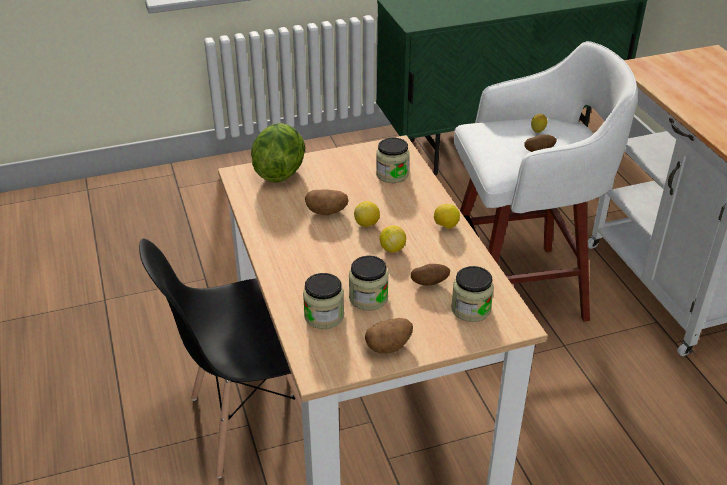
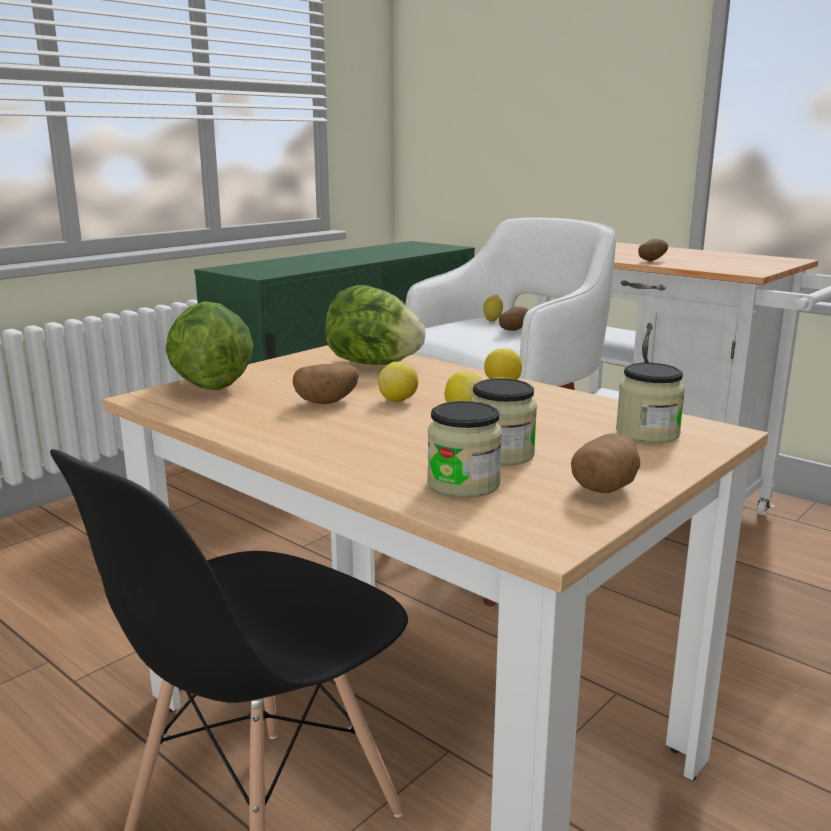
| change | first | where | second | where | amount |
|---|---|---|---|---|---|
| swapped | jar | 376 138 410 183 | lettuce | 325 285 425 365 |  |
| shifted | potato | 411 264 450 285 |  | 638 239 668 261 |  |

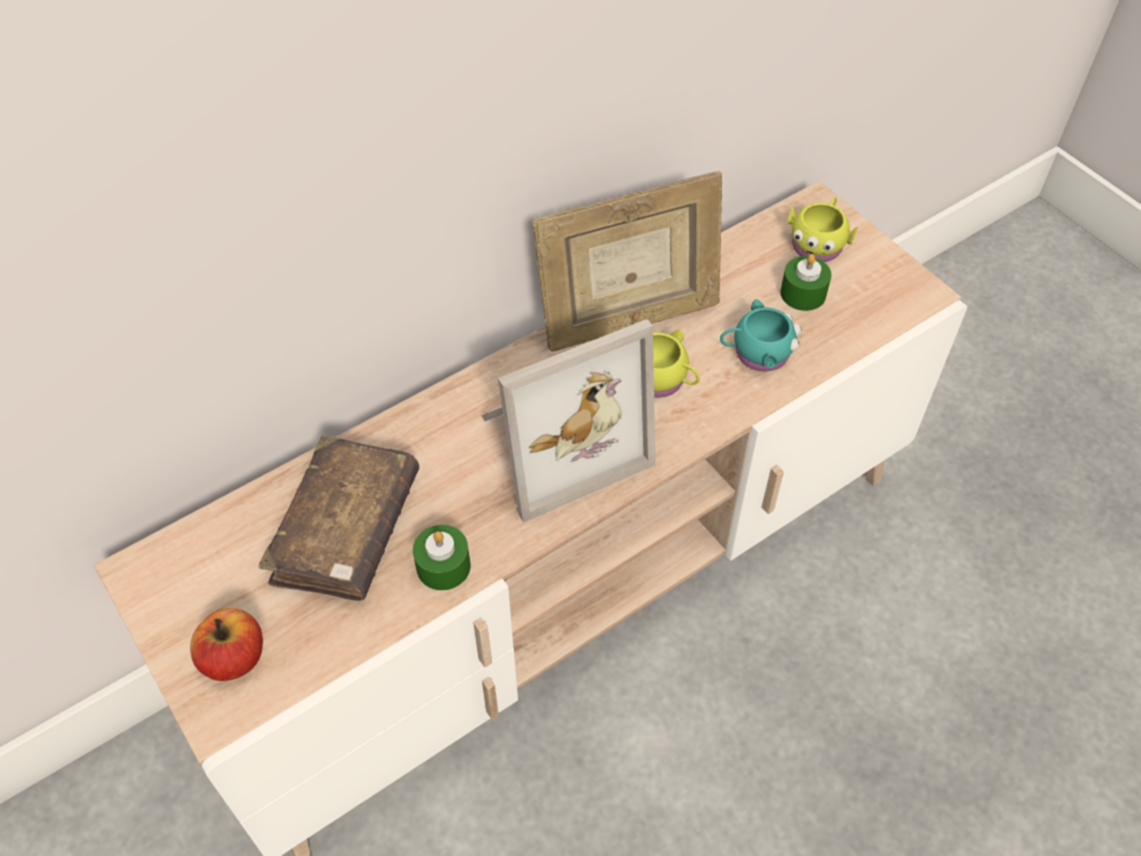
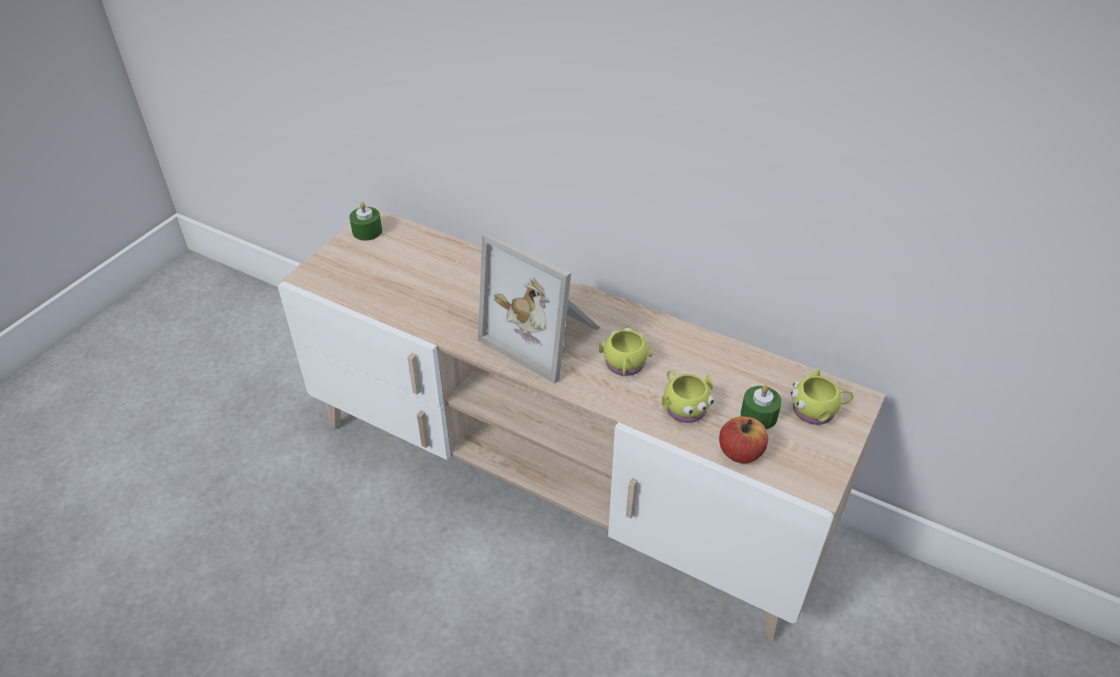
| change | first | where | second | where | amount |
|---|---|---|---|---|---|
| gone | picture frame | 532 171 722 352 |  |  |  |
| repainted | mug (turquoise) | 720 299 802 372 | mug (yellow) | 661 369 714 423 |  |
| gone | book (brown) | 259 435 419 601 |  |  |  |
| shifted | candle (green) | 413 525 471 590 |  | 349 202 382 241 |  |
| shifted | apple | 190 608 263 681 |  | 719 416 768 464 |  |

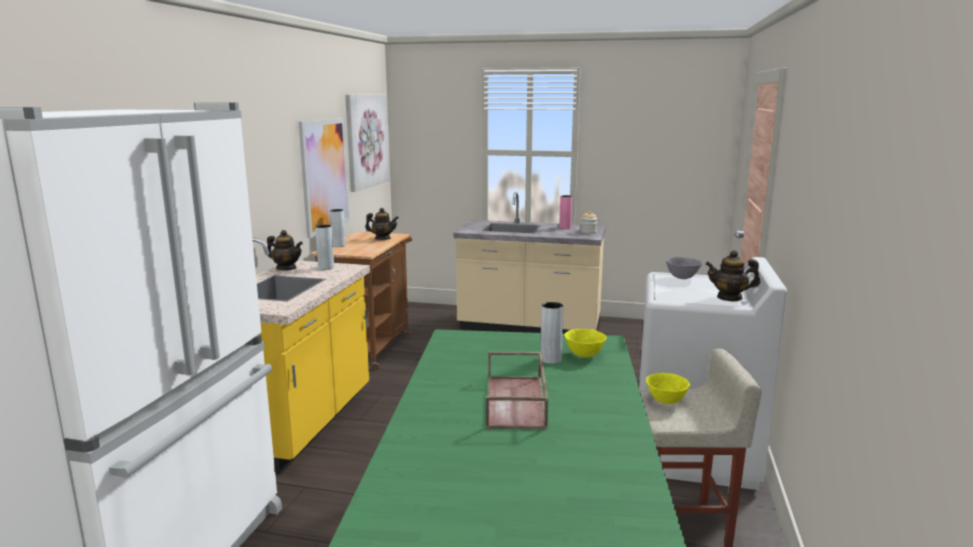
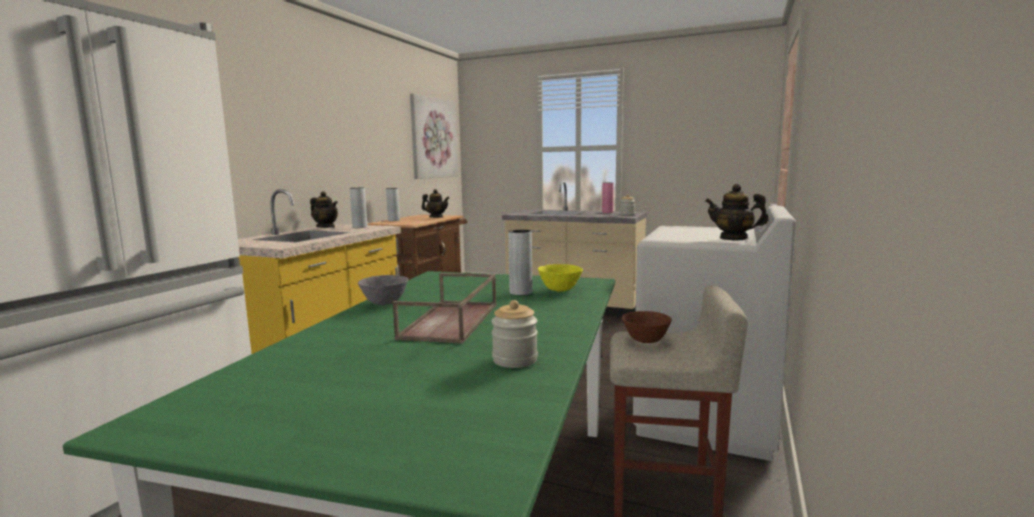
| change | first | where | second | where | amount |
|---|---|---|---|---|---|
| gone | picture | 298 118 350 238 |  |  |  |
| shifted | bowl (grey) | 666 257 703 279 |  | 358 275 408 305 |  |
| repainted | bowl (yellow) | 646 373 690 404 | bowl (brown) | 622 311 672 343 |  |
| new |  |  | jar | 491 300 538 368 |  |

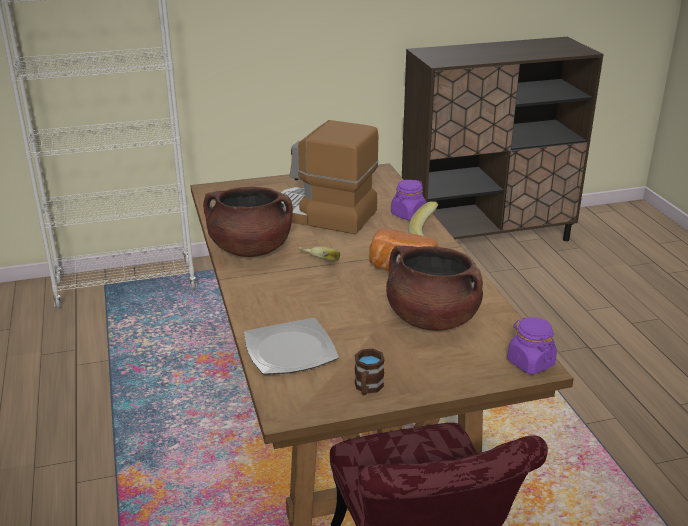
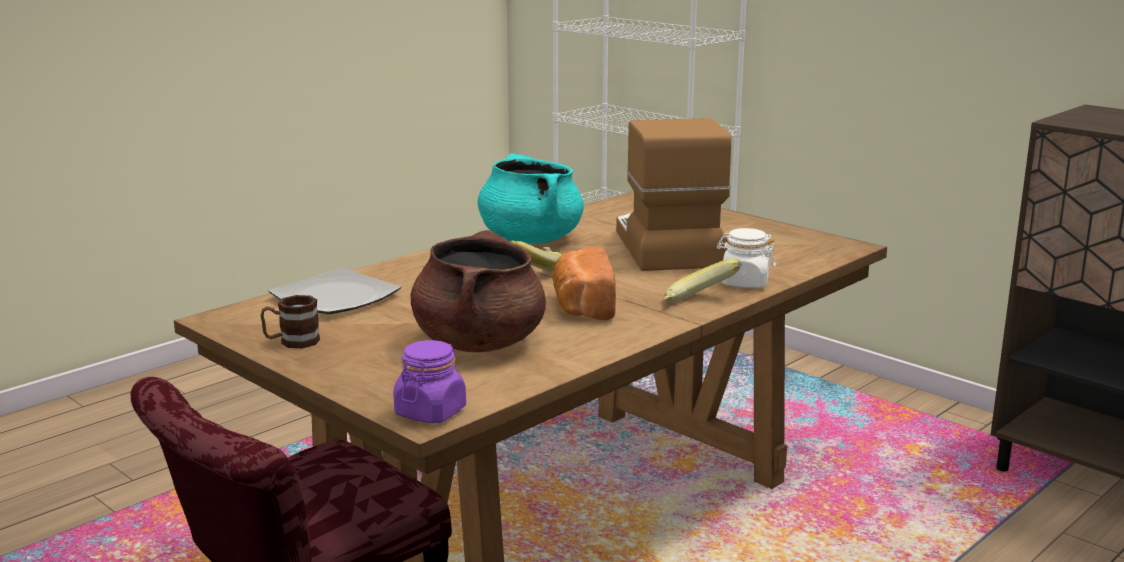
| change | first | where | second | where | amount |
|---|---|---|---|---|---|
| repainted | jar (purple) | 391 180 426 220 | jar (white) | 717 228 775 288 |  |
| repainted | cooking pot (brown) | 203 187 293 257 | cooking pot (turquoise) | 478 153 584 244 |  |

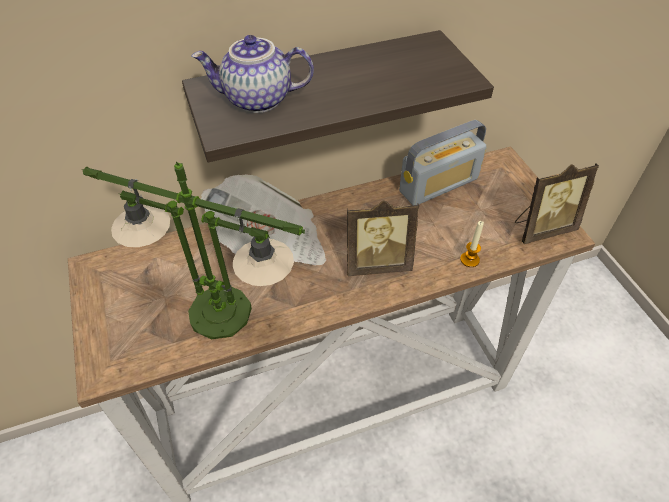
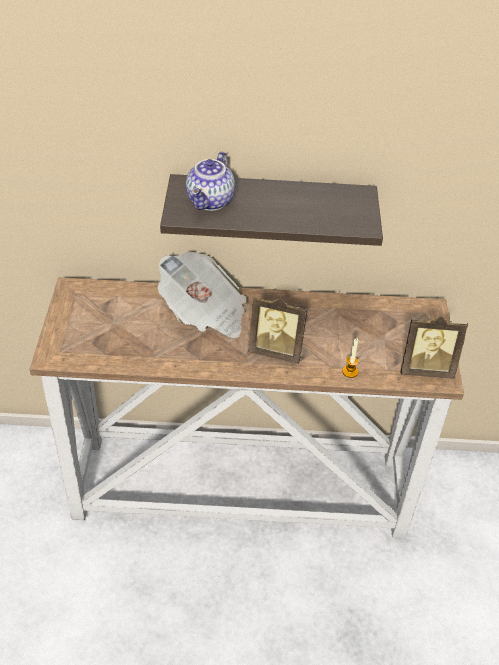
| change | first | where | second | where | amount |
|---|---|---|---|---|---|
| rotated | teapot | 191 35 314 113 |  | 186 151 235 211 | 90 degrees counterclockwise |
| gone | radio | 399 120 487 205 |  |  |  |
| gone | table lamp | 82 162 305 339 |  |  |  |

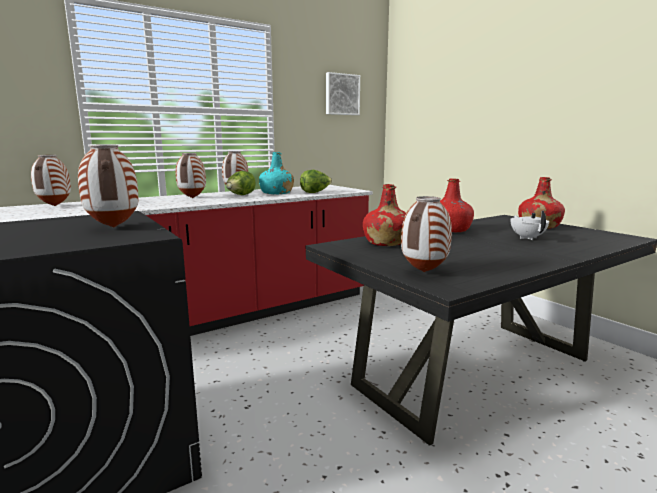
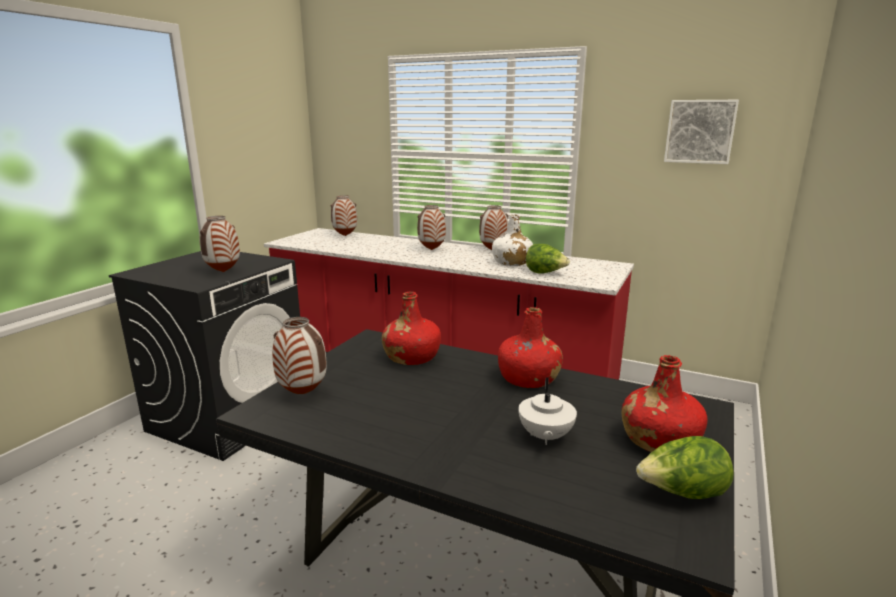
| change | first | where | second | where | amount |
|---|---|---|---|---|---|
| repainted | bottle (turquoise) | 259 152 294 194 | bottle (white) | 492 215 533 266 |  |
| shifted | lettuce | 226 171 256 195 |  | 636 436 734 499 |  |
| rotated | teapot (white) | 511 211 549 240 |  | 518 378 577 445 | 135 degrees clockwise |

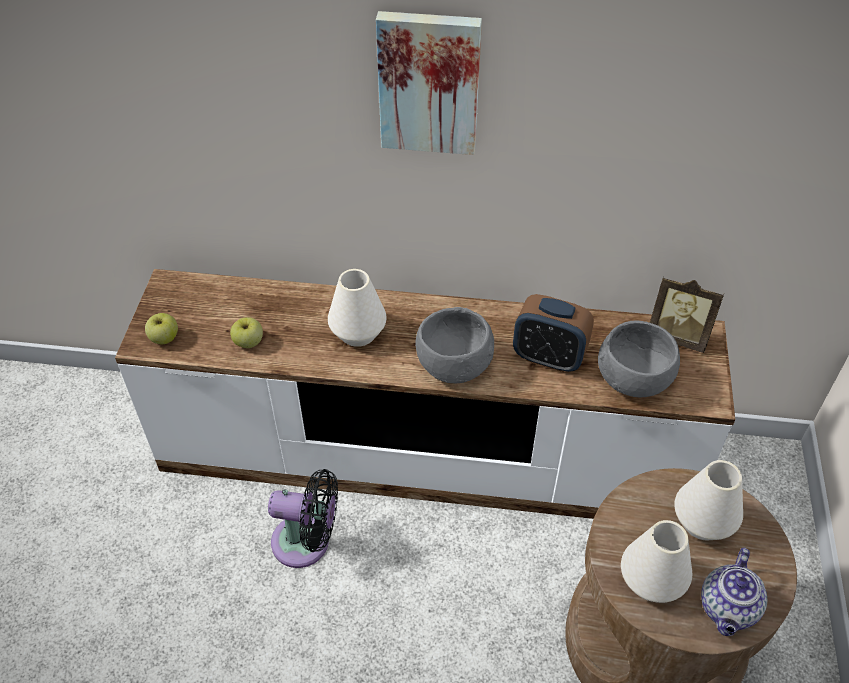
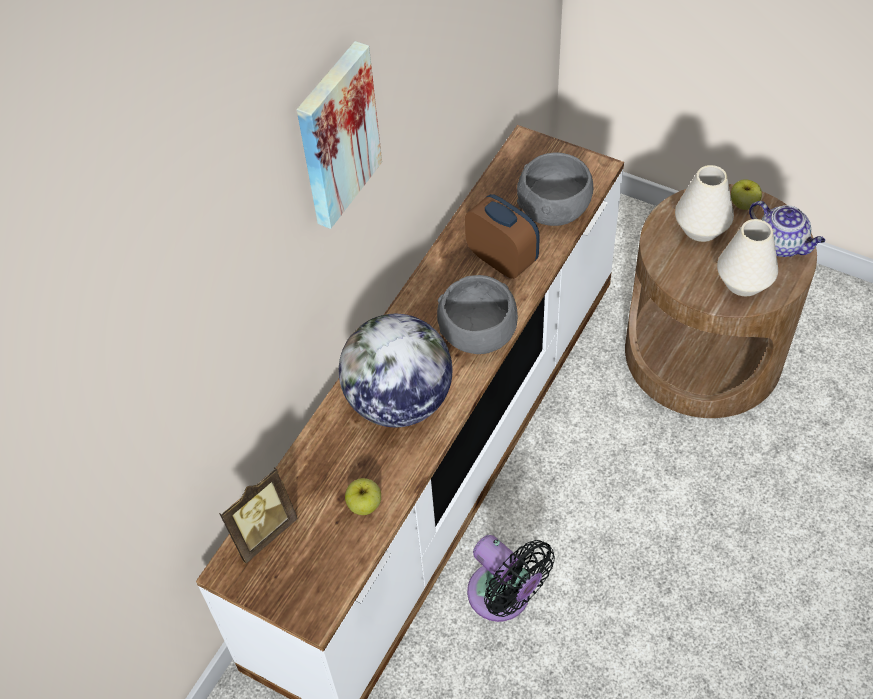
| change | first | where | second | where | amount |
|---|---|---|---|---|---|
| swapped | vase (white) | 328 269 387 347 | globe | 339 314 452 427 |  |
| shifted | picture frame | 650 276 724 353 |  | 219 467 298 564 |  |
| rotated | alarm clock | 513 294 594 372 |  | 465 194 540 279 | 90 degrees counterclockwise |
| shifted | apple | 145 313 178 344 |  | 731 179 762 210 |  |
| rotated | fan (black) | 268 469 338 568 |  | 467 535 555 622 | 105 degrees clockwise |

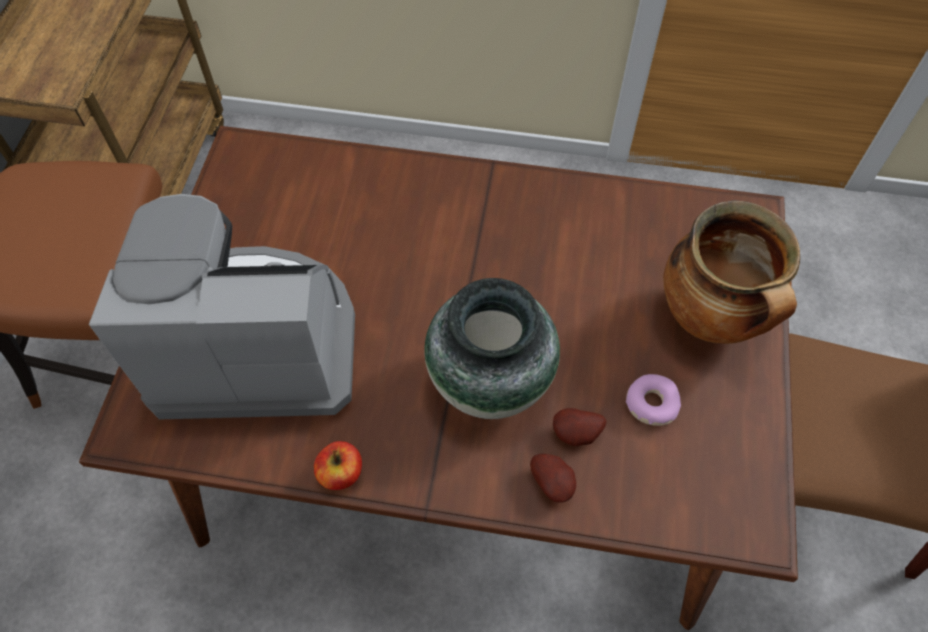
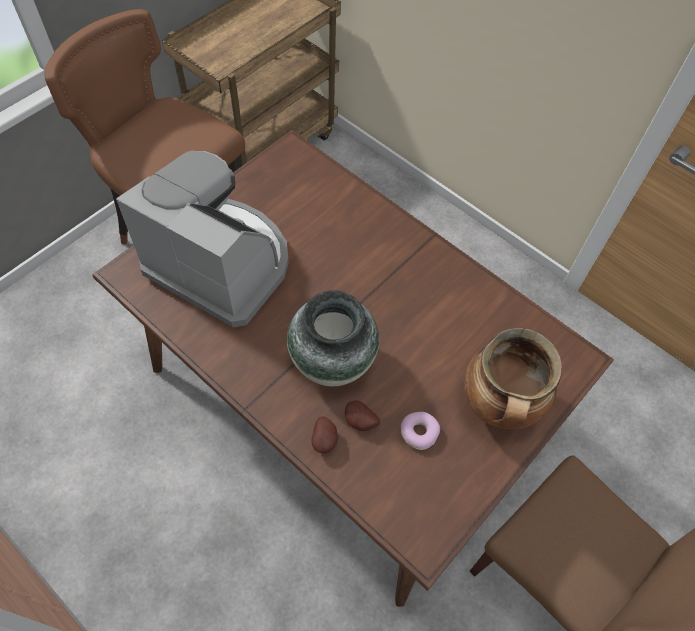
| change | first | where | second | where | amount |
|---|---|---|---|---|---|
| gone | apple | 314 441 362 490 |  |  |  |

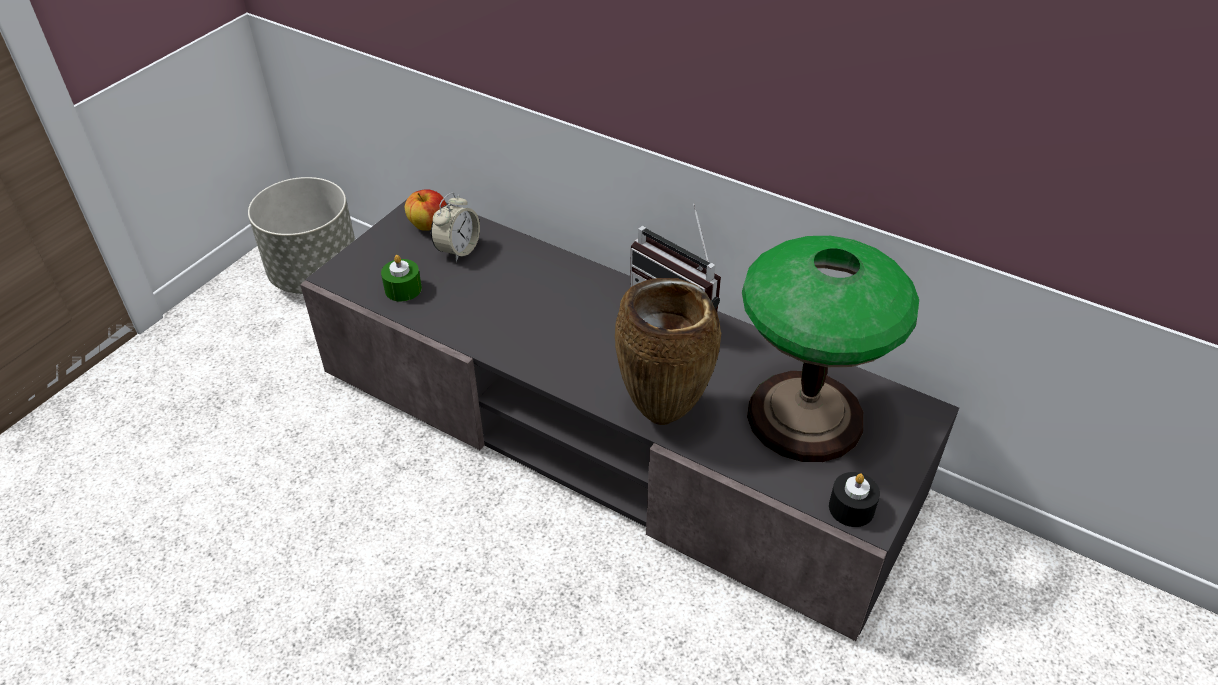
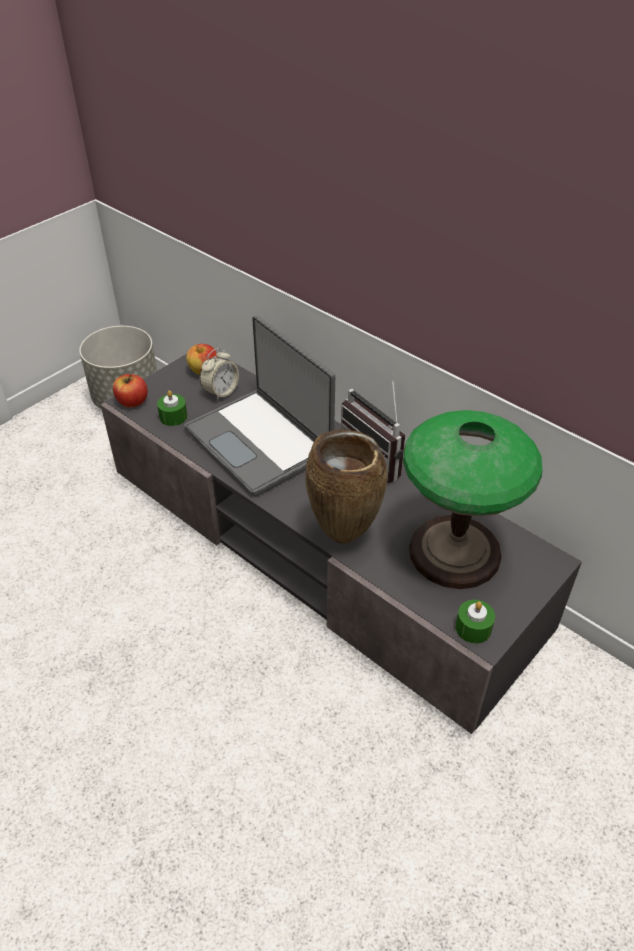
| change | first | where | second | where | amount |
|---|---|---|---|---|---|
| repainted | candle (black) | 829 472 880 527 | candle (green) | 456 600 495 644 |  |
| new |  |  | laptop | 184 315 335 497 |  |
| new |  |  | apple | 113 374 148 407 |  |

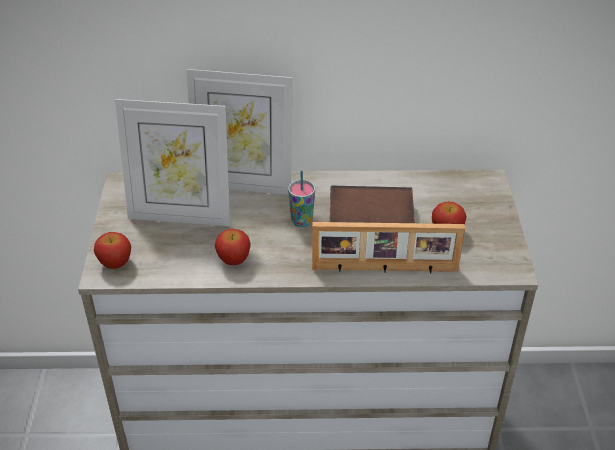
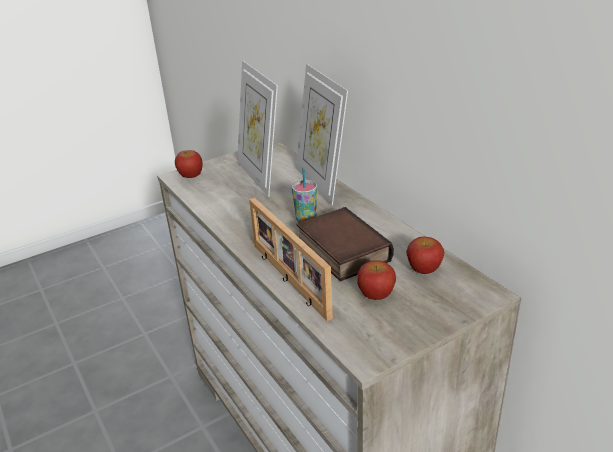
| change | first | where | second | where | amount |
|---|---|---|---|---|---|
| shifted | apple | 215 229 251 265 |  | 406 237 444 274 |  |

